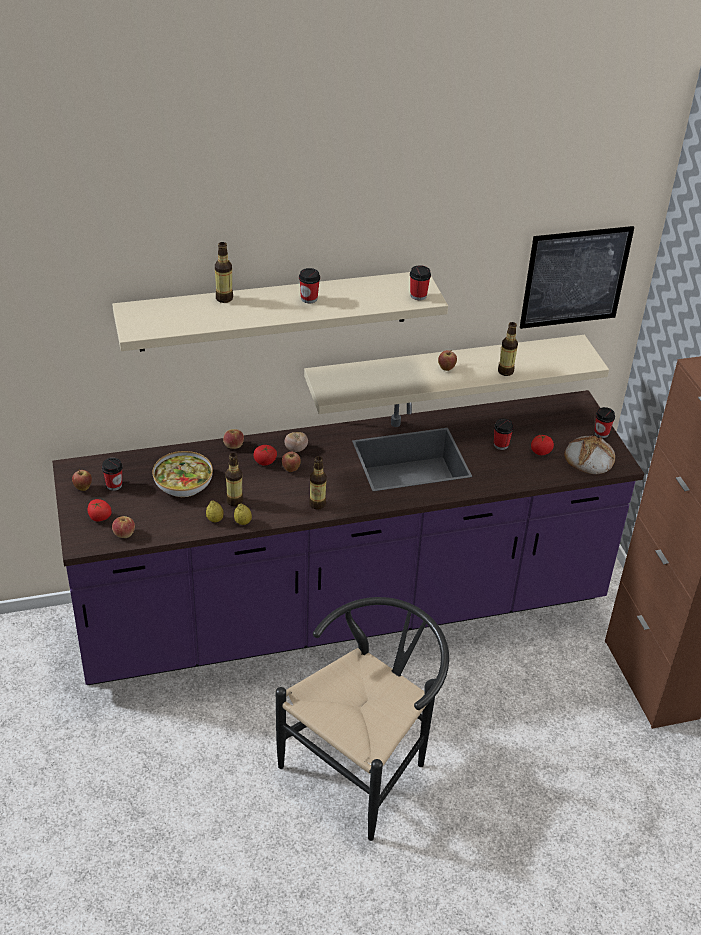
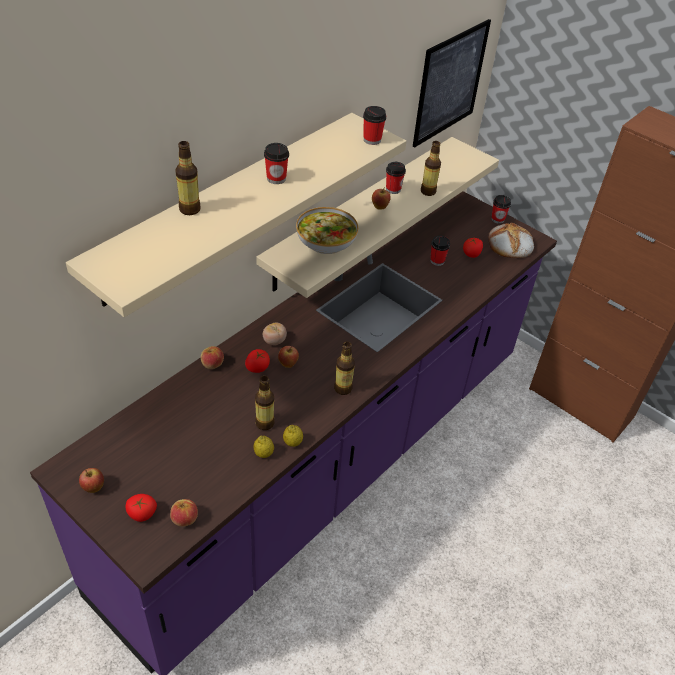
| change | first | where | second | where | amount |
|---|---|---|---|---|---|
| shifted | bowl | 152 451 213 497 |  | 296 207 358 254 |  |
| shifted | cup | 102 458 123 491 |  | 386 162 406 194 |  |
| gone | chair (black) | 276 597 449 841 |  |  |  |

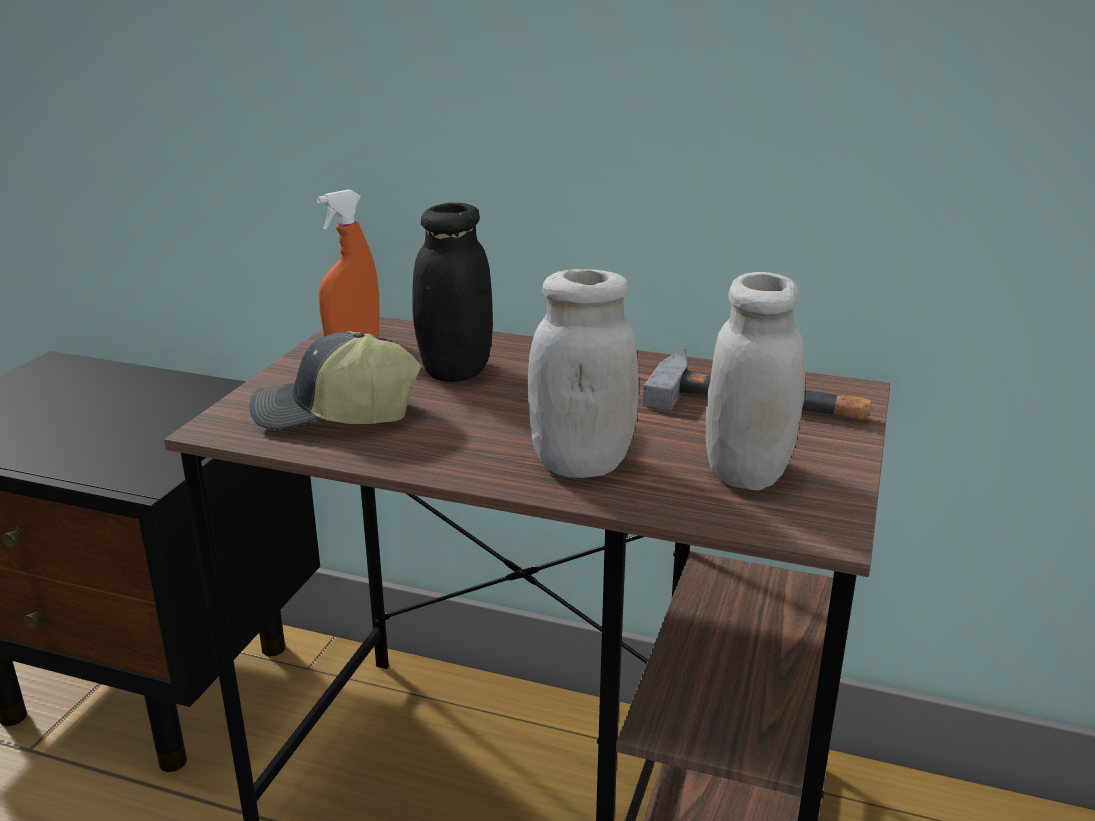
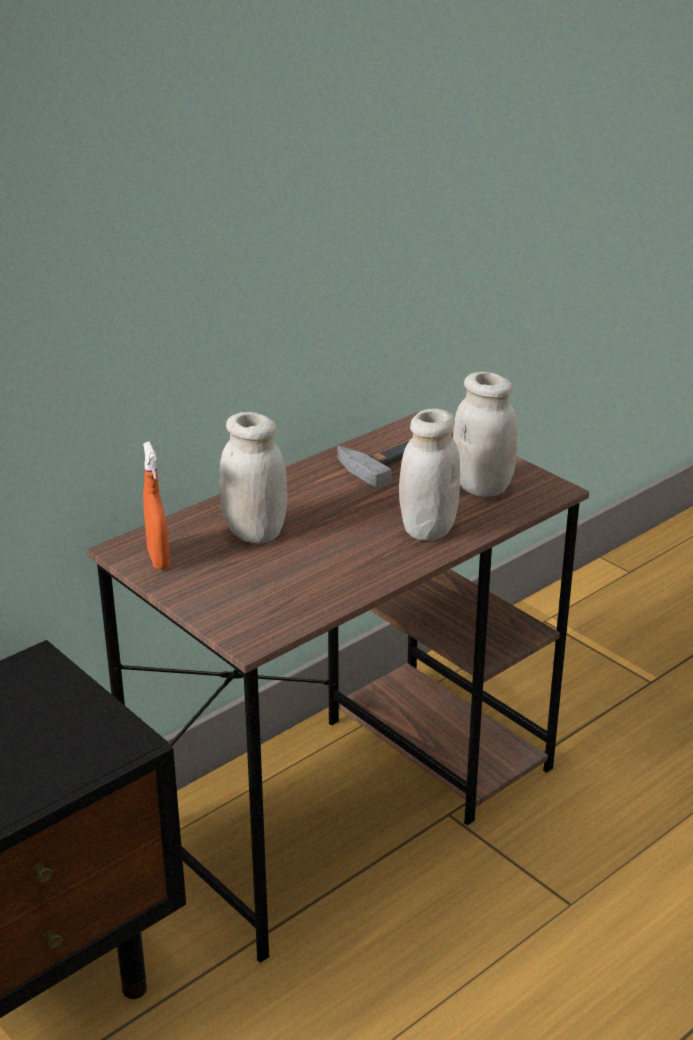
| change | first | where | second | where | amount |
|---|---|---|---|---|---|
| repainted | jar (black) | 412 203 493 382 | jar (white) | 219 412 287 544 |  |
| gone | cap | 249 331 422 429 |  |  |  |

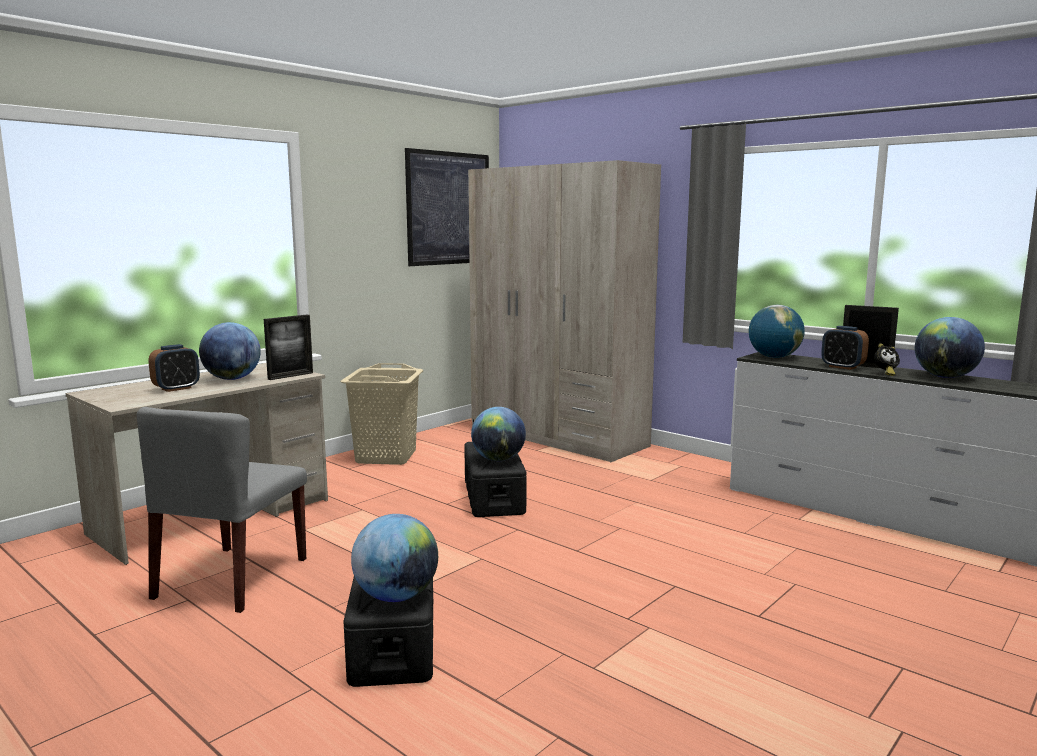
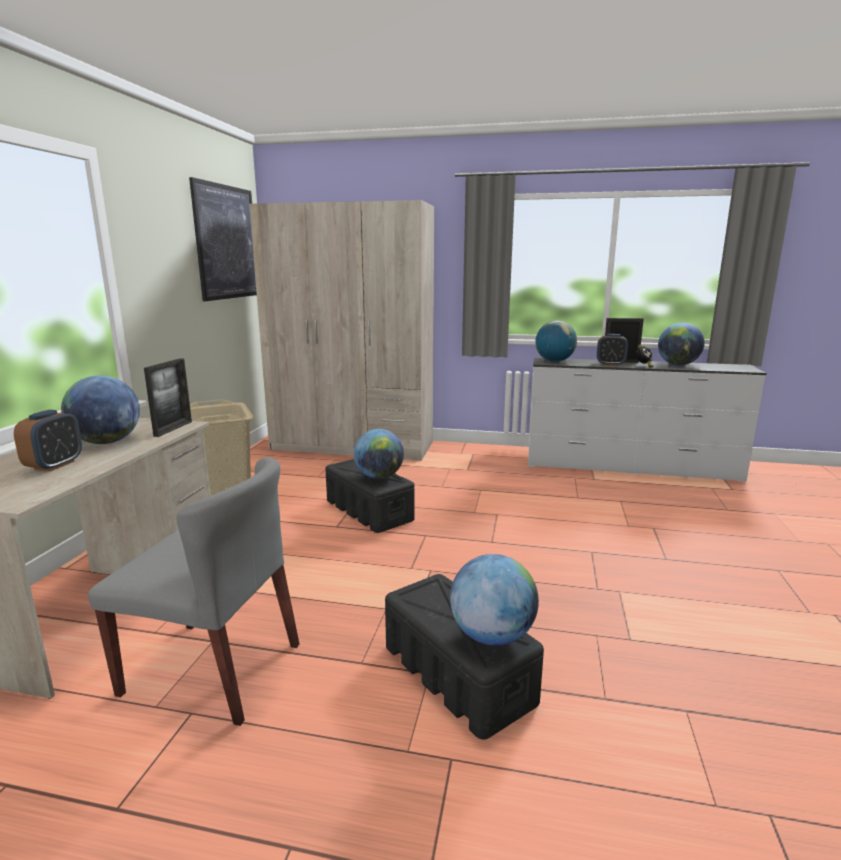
| change | first | where | second | where | amount |
|---|---|---|---|---|---|
| rotated | chair (grey) | 137 407 307 613 |  | 88 457 299 726 | 60 degrees counterclockwise |

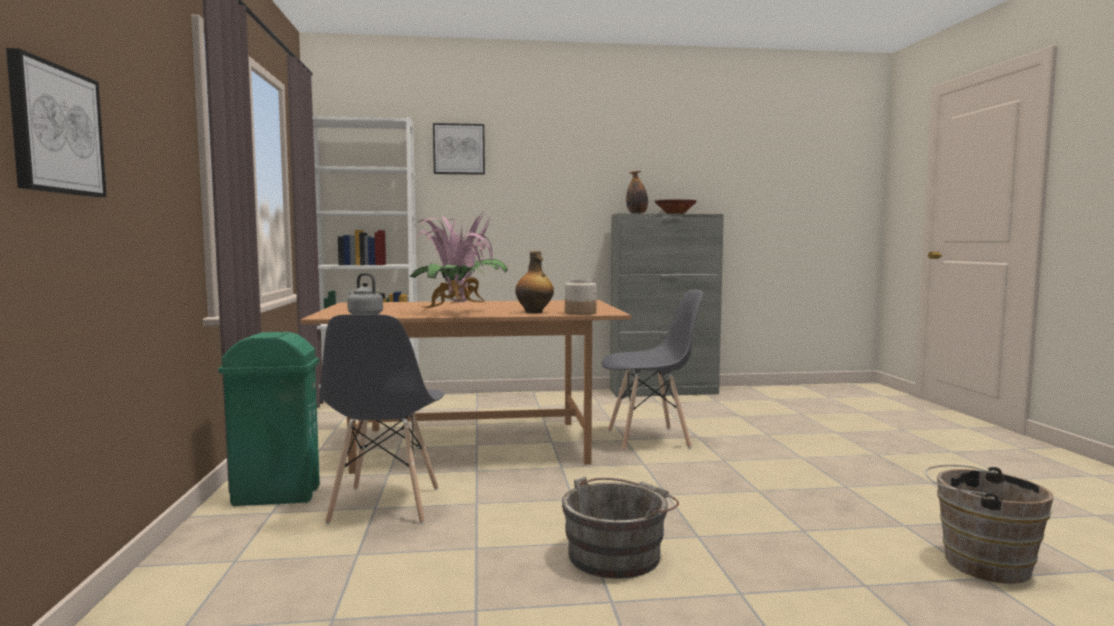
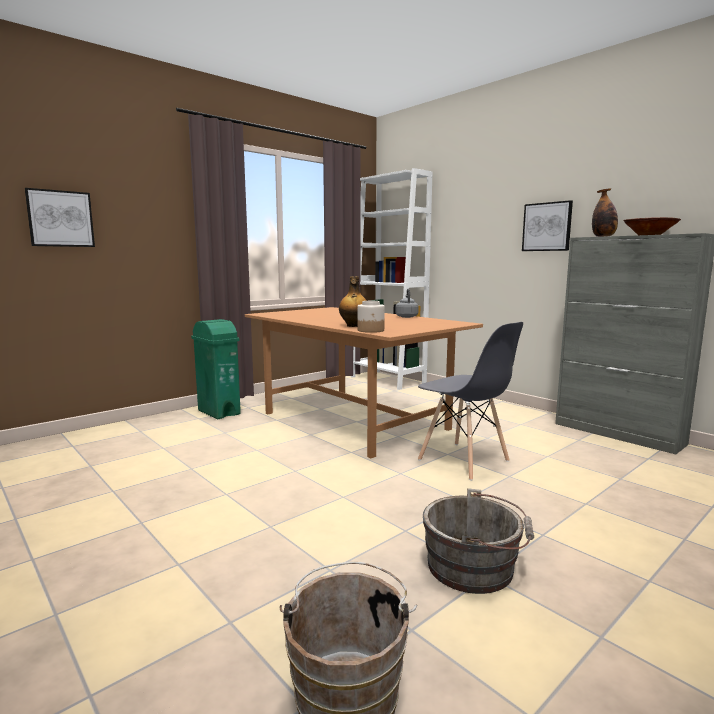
| change | first | where | second | where | amount |
|---|---|---|---|---|---|
| shifted | picture | 433 123 485 175 |  | 522 200 573 251 |  |
| gone | potted plant | 410 212 508 311 |  |  |  |
| shifted | kettle (grey) | 347 273 383 315 |  | 396 288 419 318 |  |
| gone | chair (grey) | 320 314 444 524 |  |  |  |
| shifted | bucket (grey) | 562 477 679 578 |  | 423 488 534 594 |  |

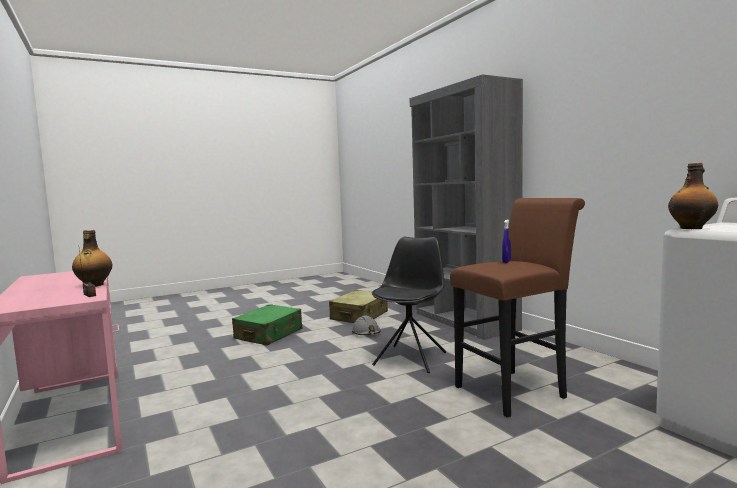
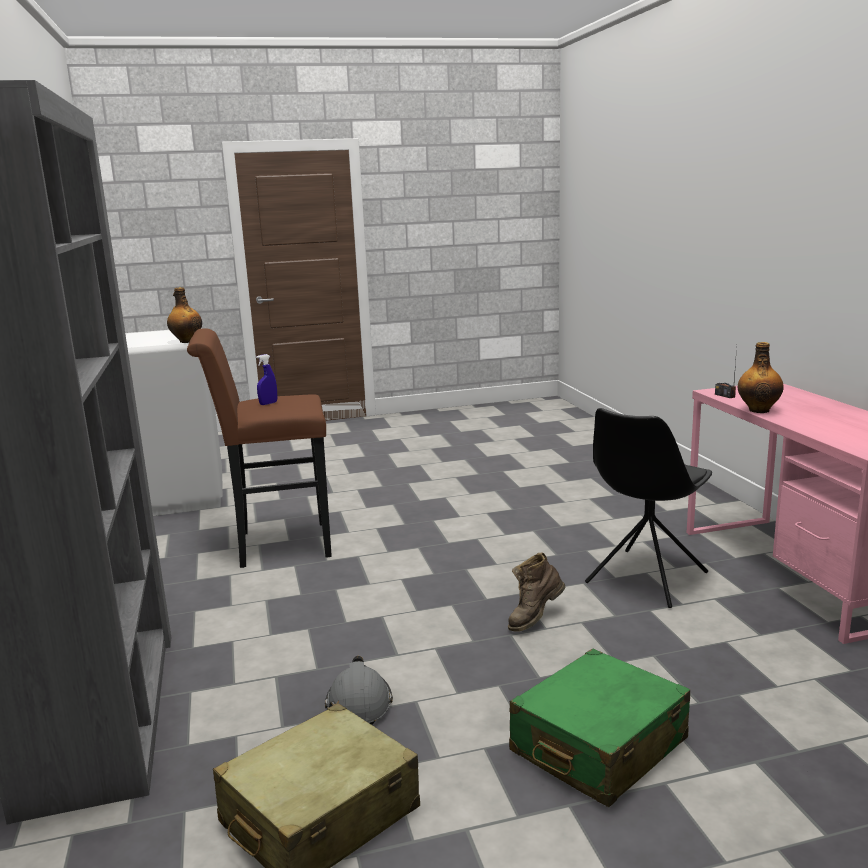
| change | first | where | second | where | amount |
|---|---|---|---|---|---|
| shifted | chair (black) | 372 237 446 373 |  | 585 408 712 608 |  |
| new |  |  | boot (brown) | 508 553 565 632 |  |

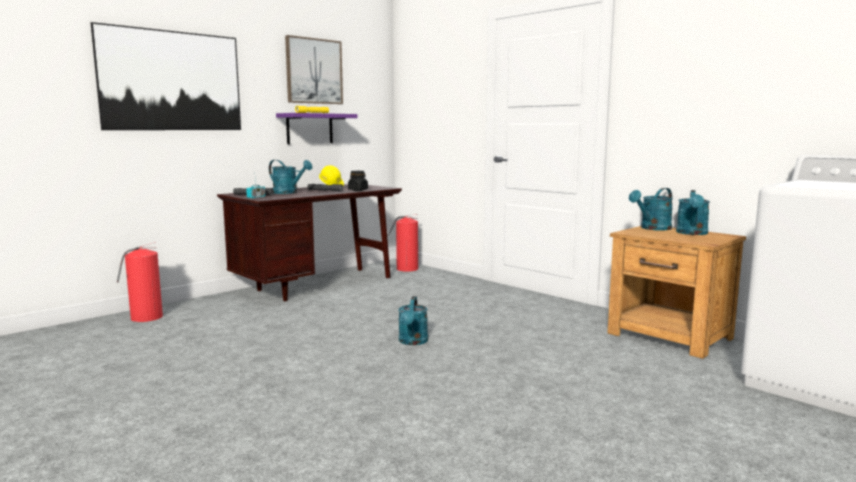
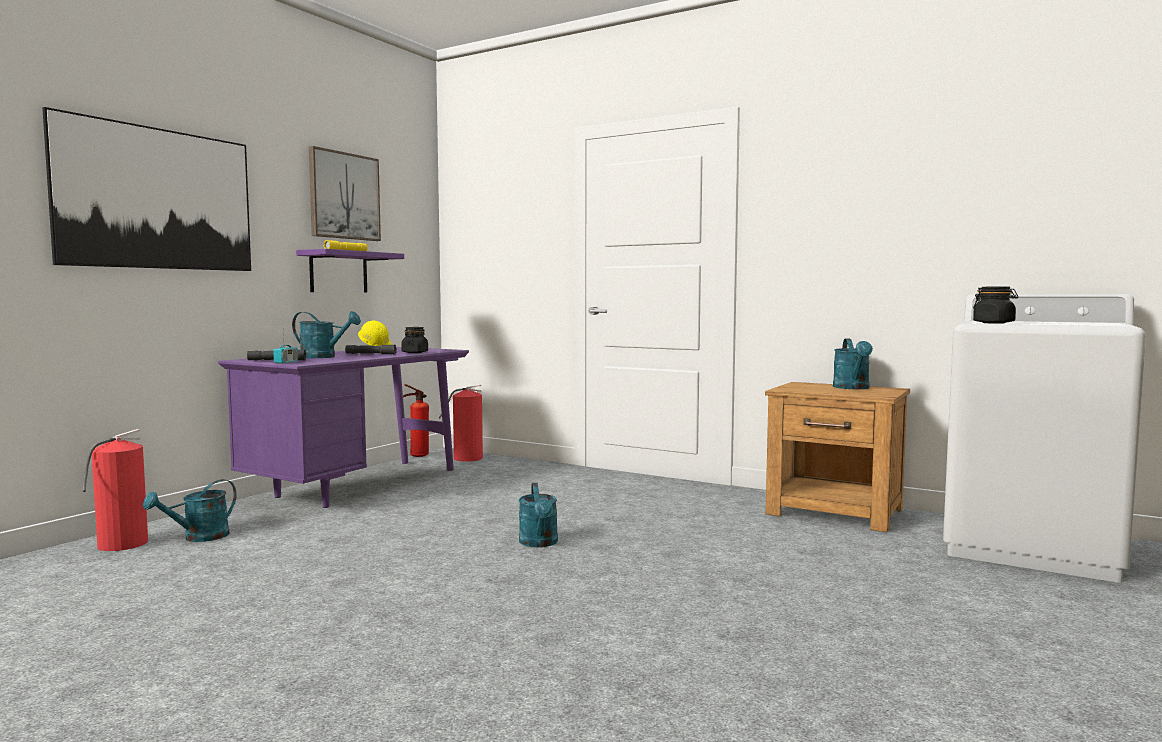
| change | first | where | second | where | amount |
|---|---|---|---|---|---|
| repainted | desk (brown) | 217 184 402 301 | desk (purple) | 218 347 469 508 |  |
| shifted | watering can (turquoise) | 629 188 673 231 |  | 143 479 237 542 |  |
| new |  |  | jar (black) | 973 287 1018 324 |  |
| new |  |  | fire extinguisher | 403 384 429 457 |  |

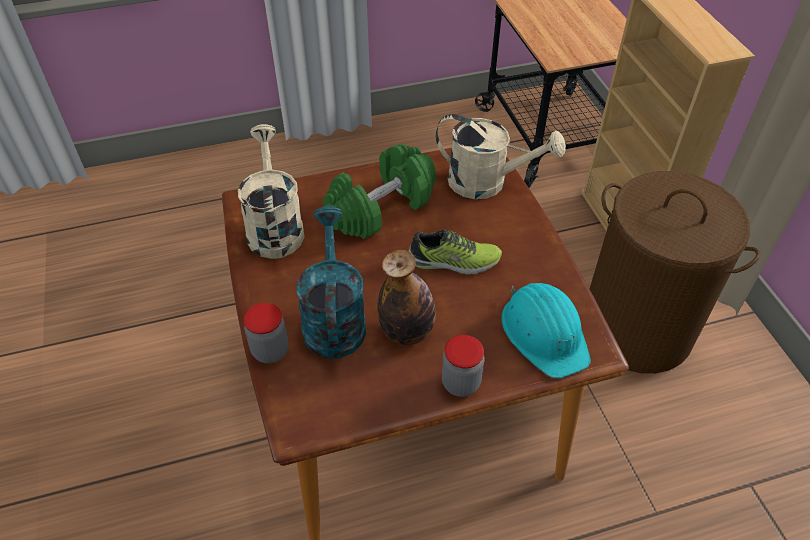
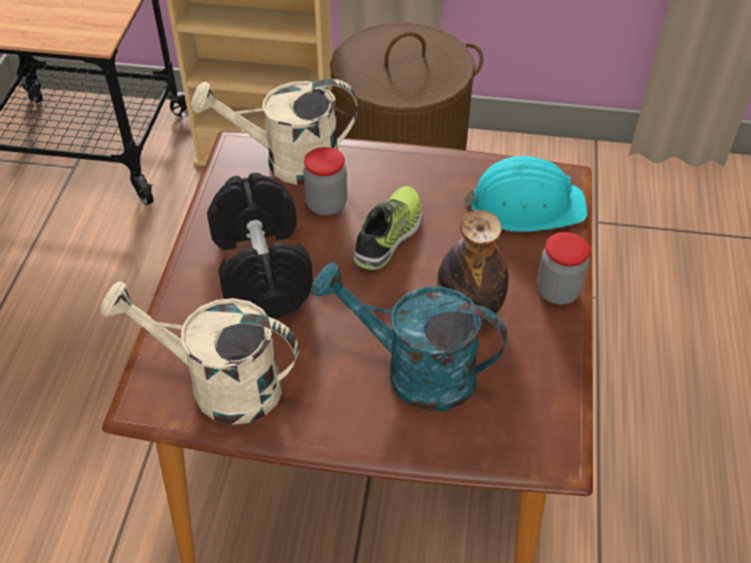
| change | first | where | second | where | amount |
|---|---|---|---|---|---|
| rotated | watering can (beige) | 435 114 566 199 |  | 191 79 357 185 | 135 degrees counterclockwise |
| repainted | dumbbell (green) | 323 144 436 239 | dumbbell (black) | 207 173 313 319 |  |
| shifted | jar | 244 303 289 363 |  | 303 147 347 216 |  |

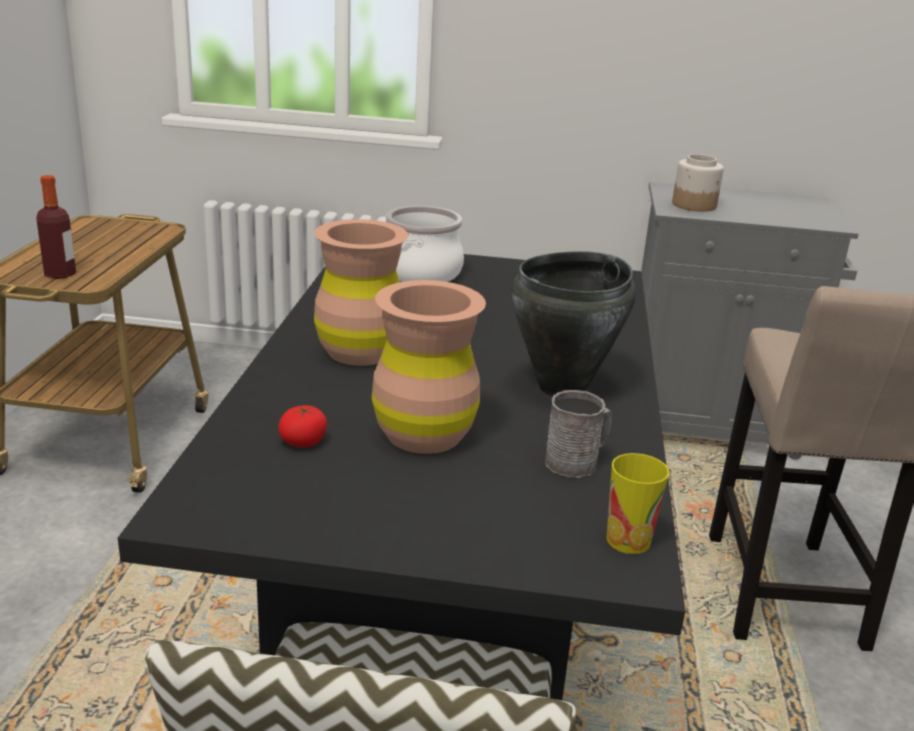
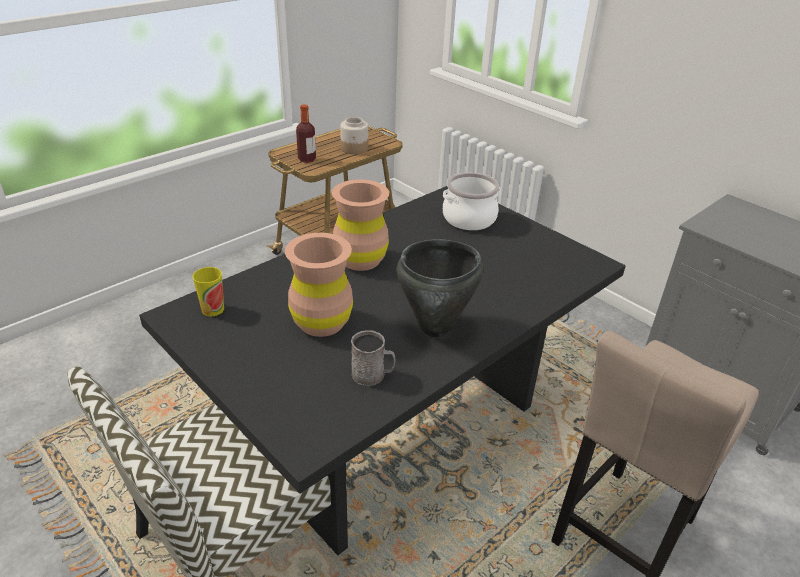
| change | first | where | second | where | amount |
|---|---|---|---|---|---|
| shifted | jar | 672 154 724 212 |  | 340 117 368 154 |  |
| gone | tomato | 278 405 327 447 |  |  |  |
| shifted | cup | 607 453 669 554 |  | 192 267 224 316 |  |

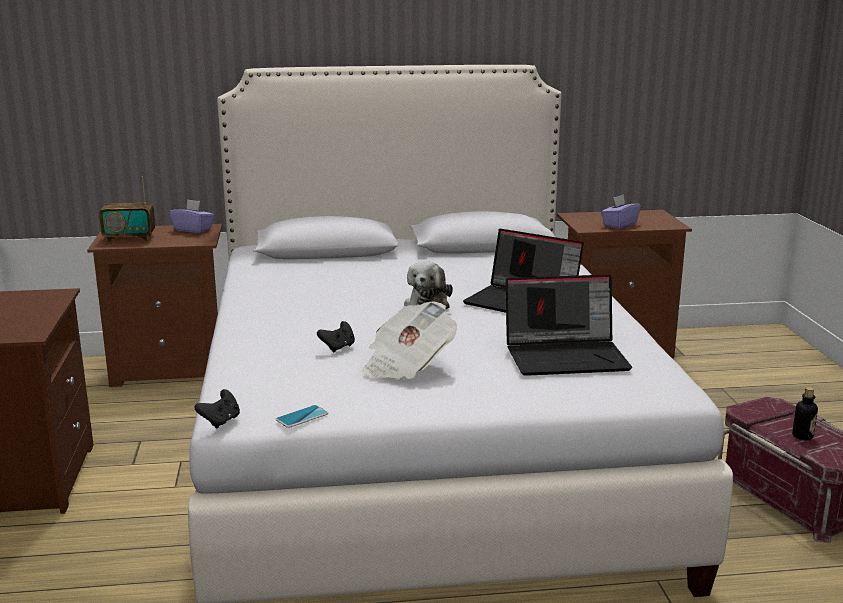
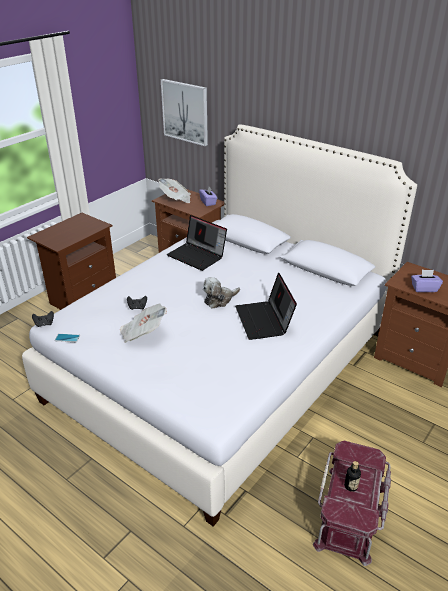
| change | first | where | second | where | amount |
|---|---|---|---|---|---|
| swapped | radio | 99 176 155 243 | newspaper | 158 178 191 203 |  |
| shifted | laptop | 505 274 632 376 |  | 167 215 227 271 |  |
| new |  |  | picture | 161 79 208 146 |  |

